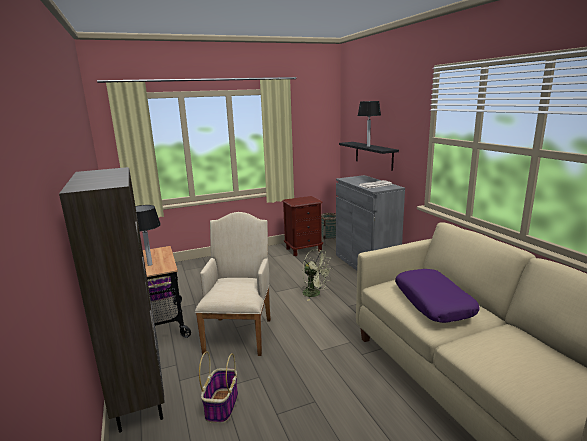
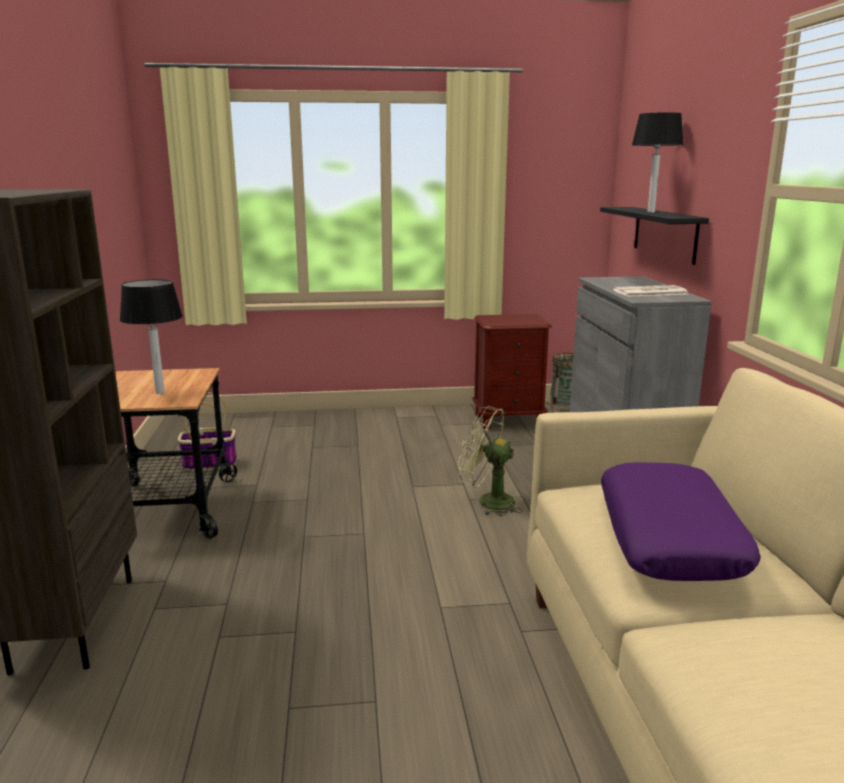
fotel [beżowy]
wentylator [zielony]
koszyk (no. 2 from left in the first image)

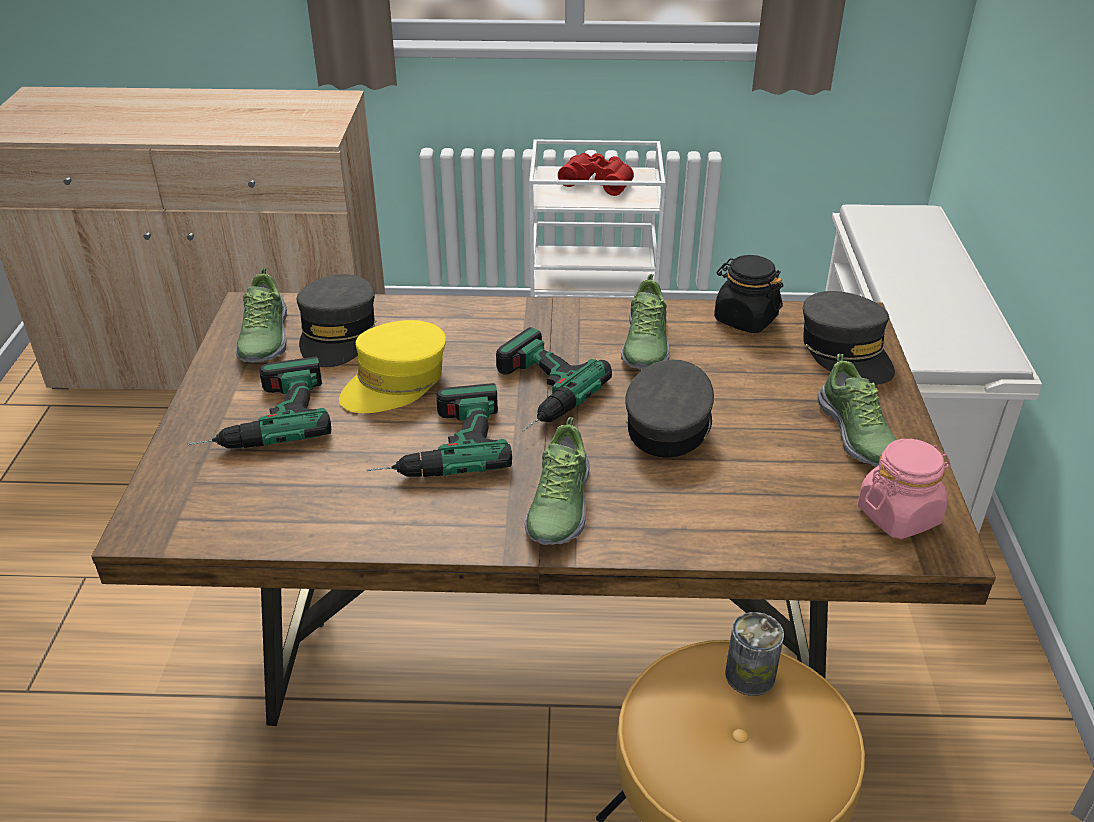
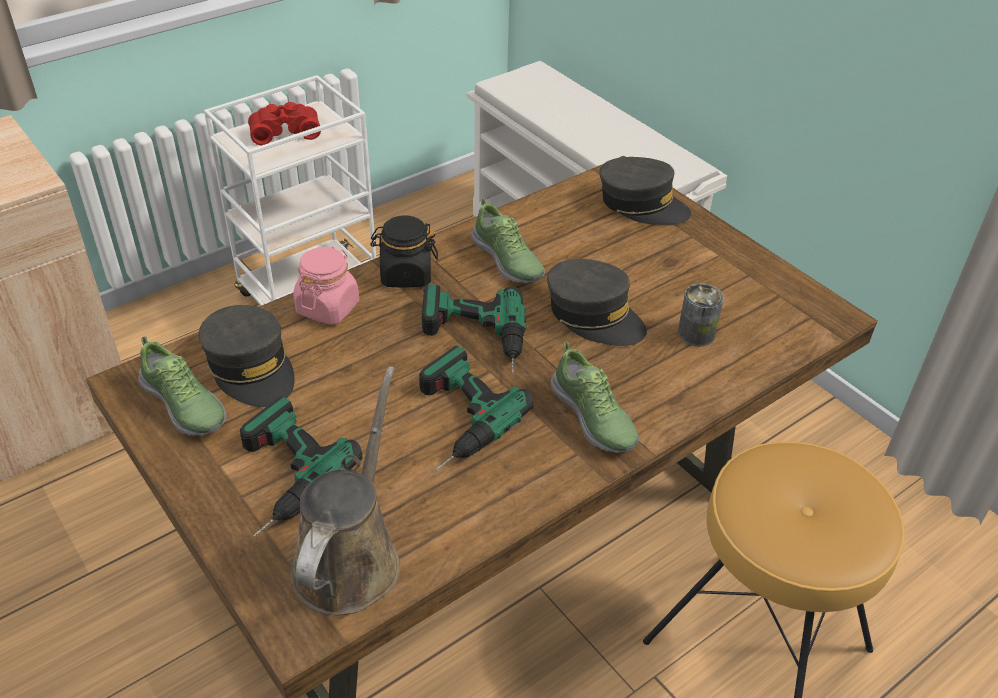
słoik [czarny]
czapka z daszkiem [żółty]
but (no. 4 from left in the first image)
czapka z daszkiem [szary] (no. 2 from left)
słoik [różowy]
puszka
konewka [brązowy]

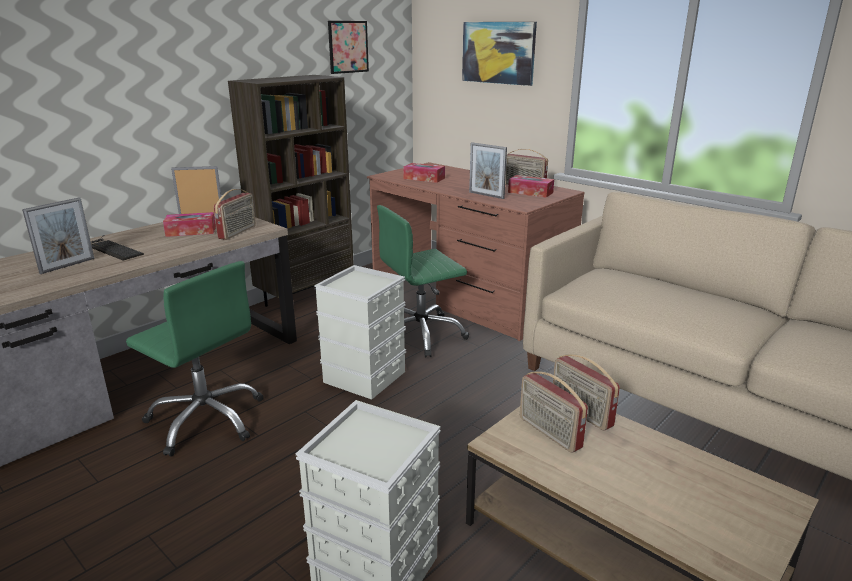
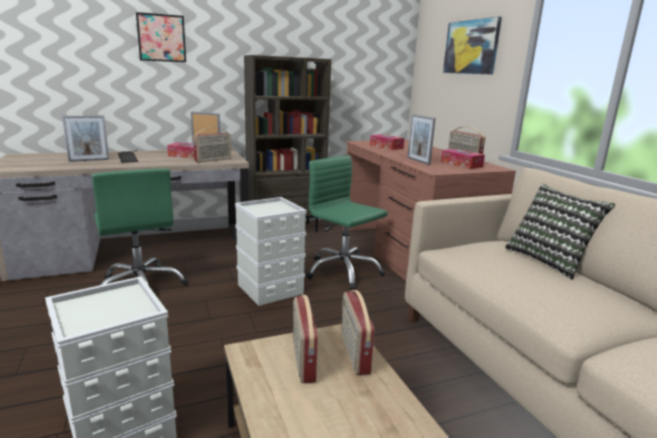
obraz (no. 1 from left)
krzesło biurowe [zielony] (no. 2 from left)
poduszka

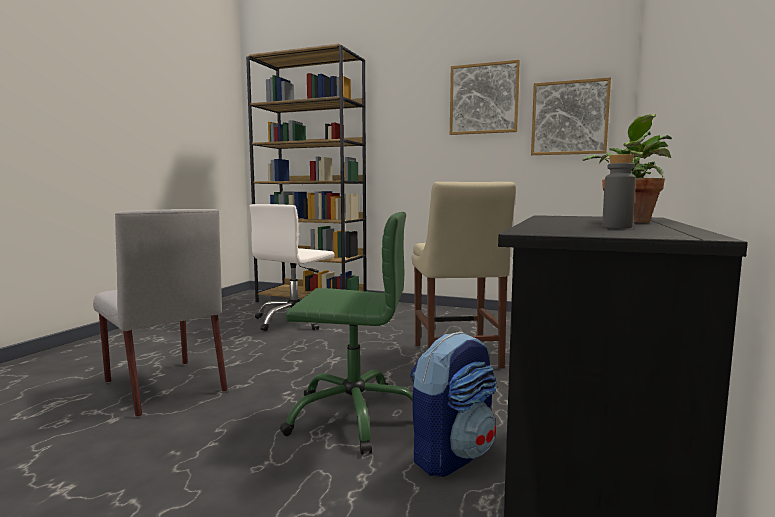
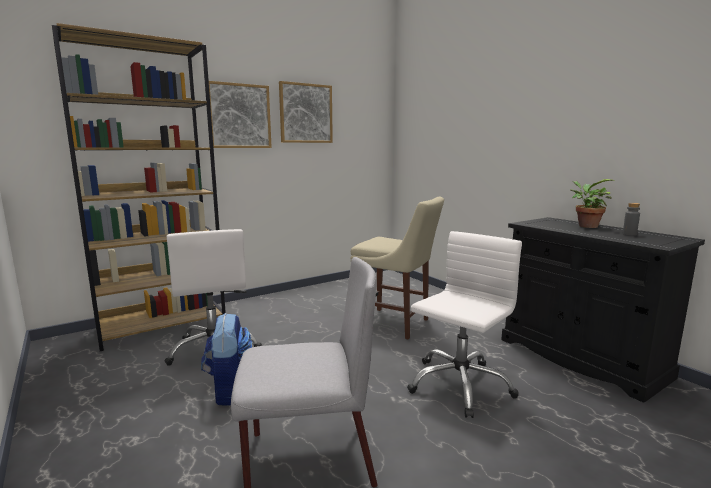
obraz (no. 1 from left)
krzesło biurowe [biały] (no. 2 from left)
plecak

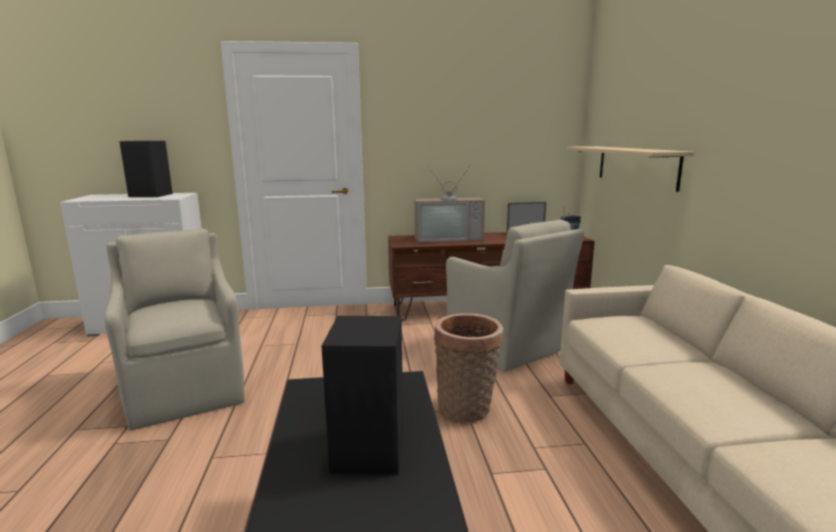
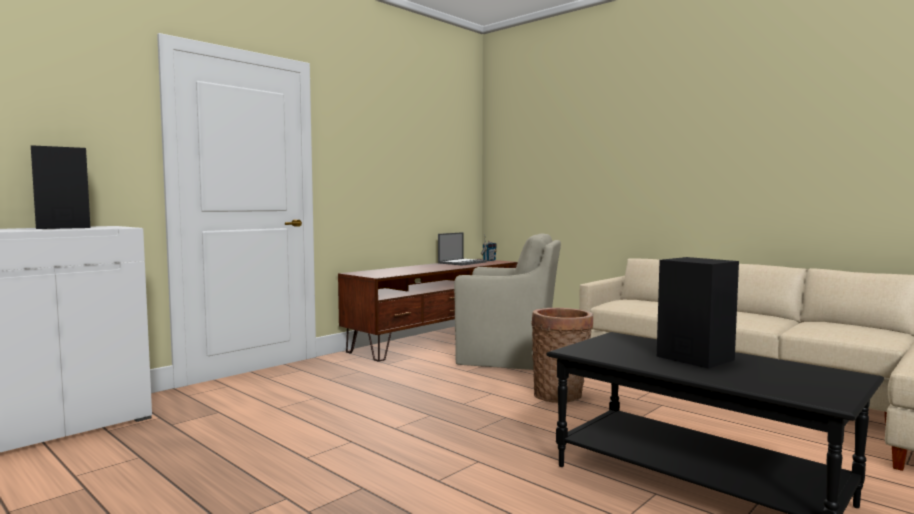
półka [beżowy]
telewizor
fotel [beżowy] (no. 1 from left in the first image)

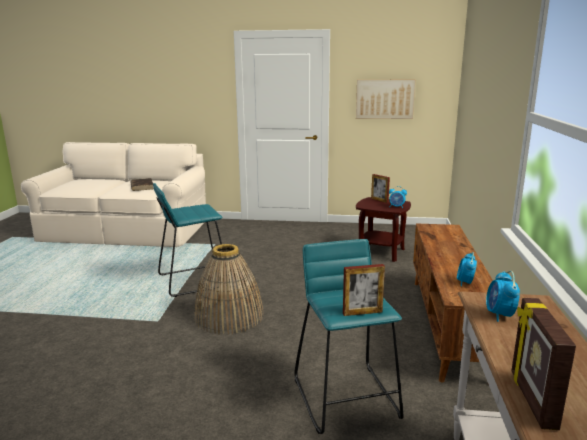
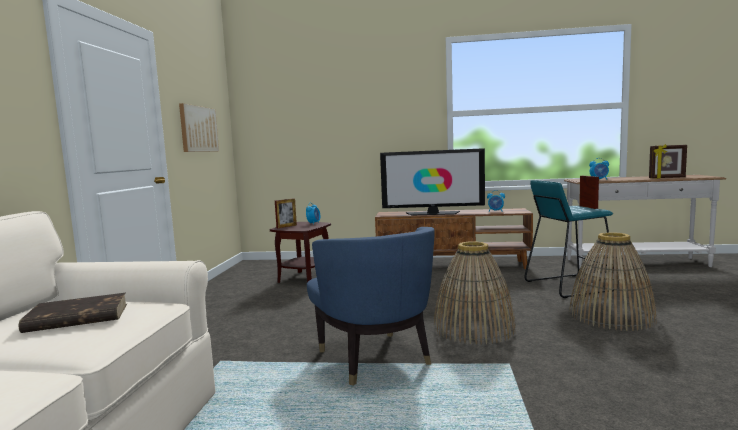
fotel [niebieski]
telewizor
koszyk (no. 2 from left)

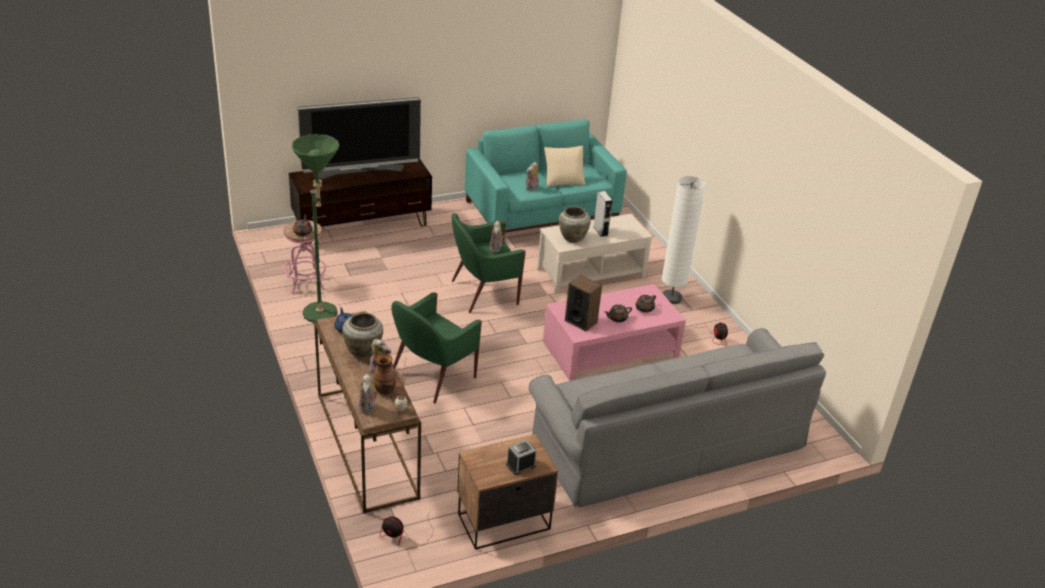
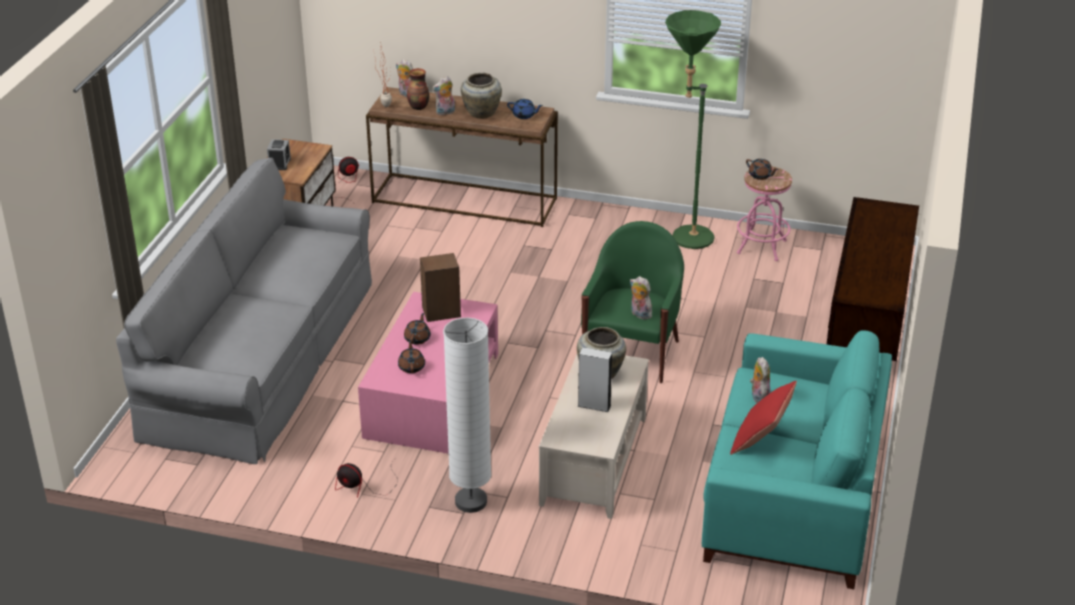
telewizor
poduszka [czerwony]
fotel [zielony] (no. 1 from left in the first image)

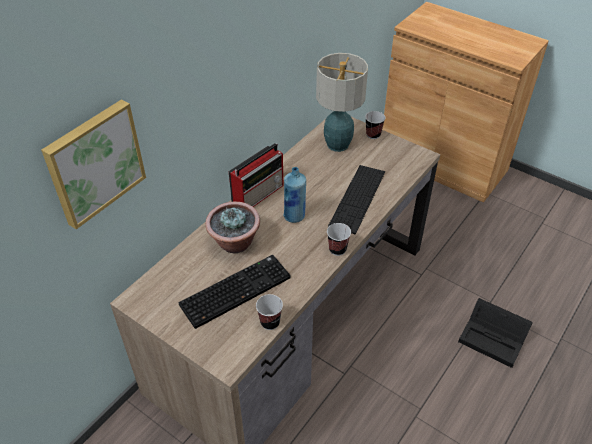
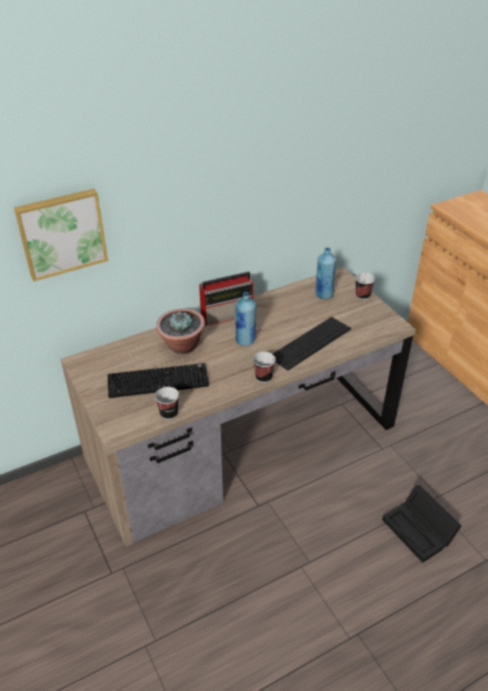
butelka [niebieski] (no. 2 from left)

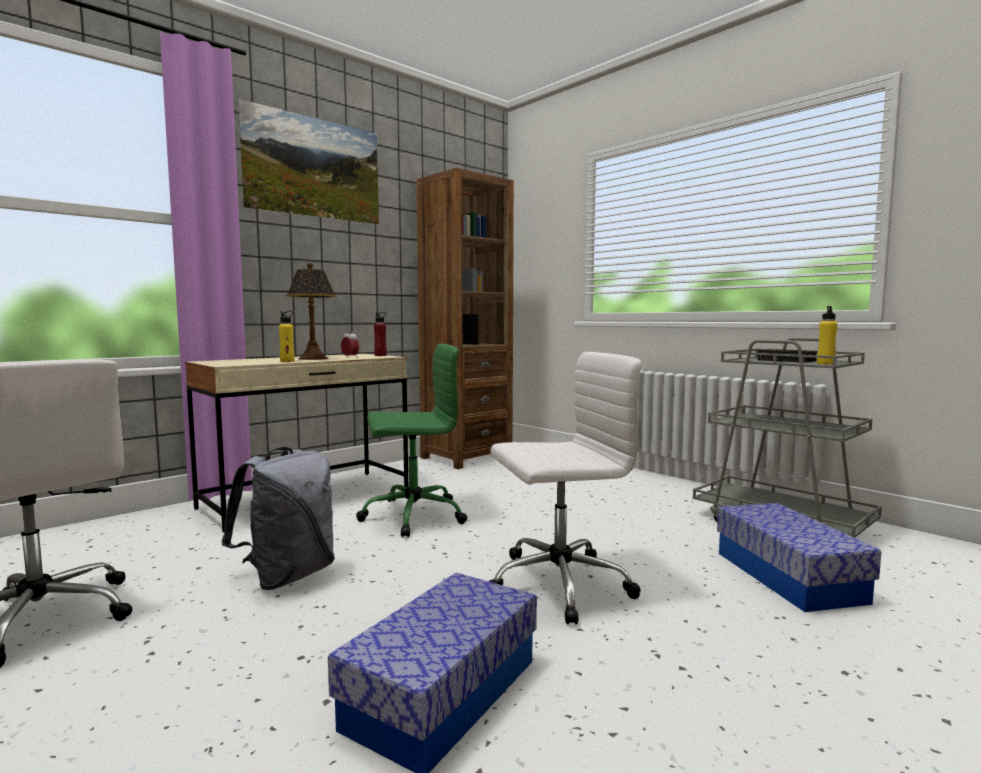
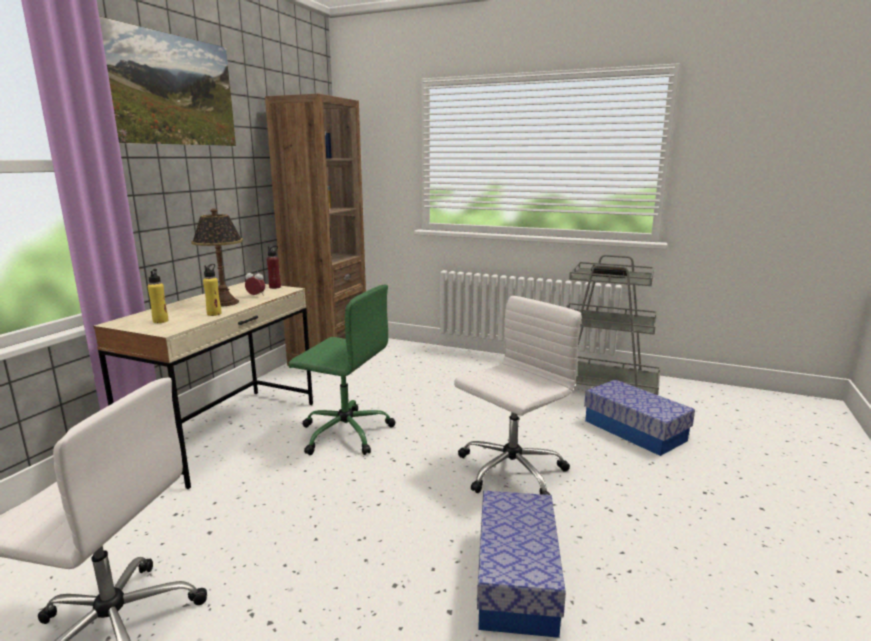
butelka [żółty] (no. 1 from left)
krzesło biurowe [zielony]
plecak [szary]

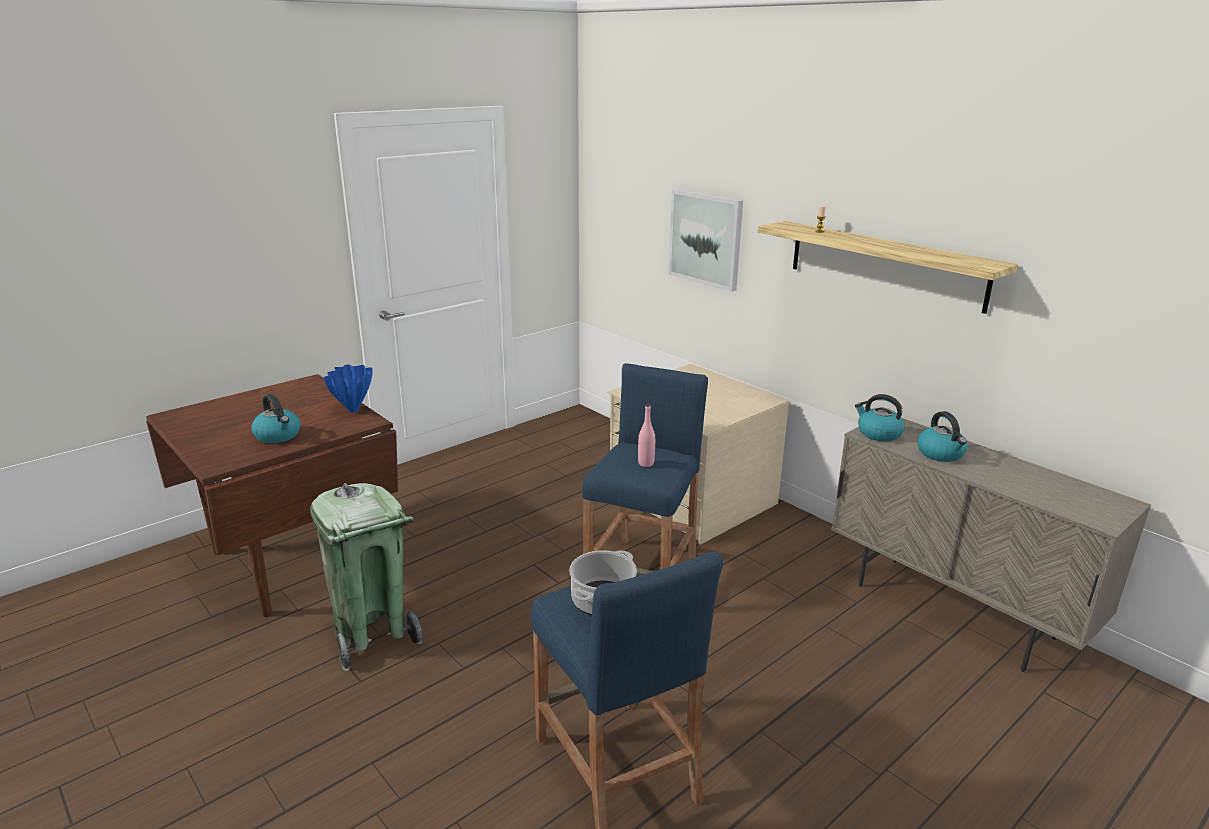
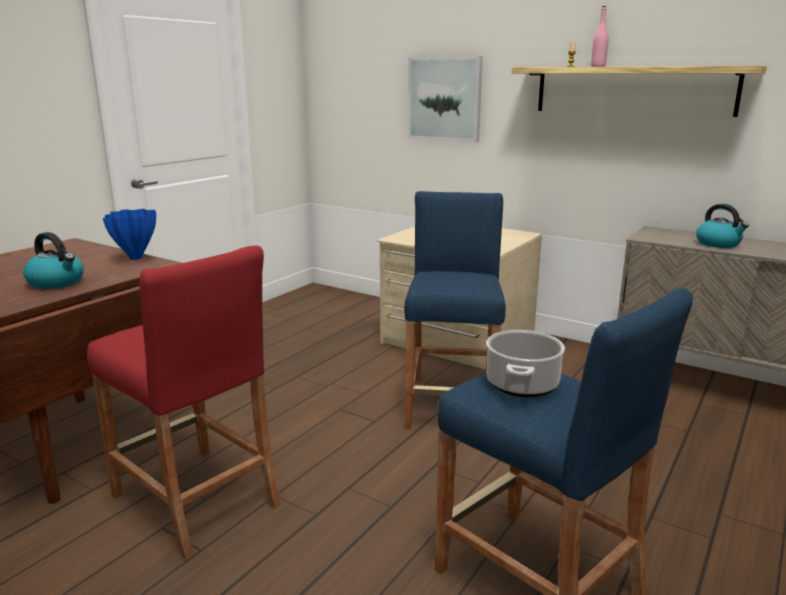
czajnik (no. 2 from left in the first image)
butelka [różowy]
stołek [czerwony]

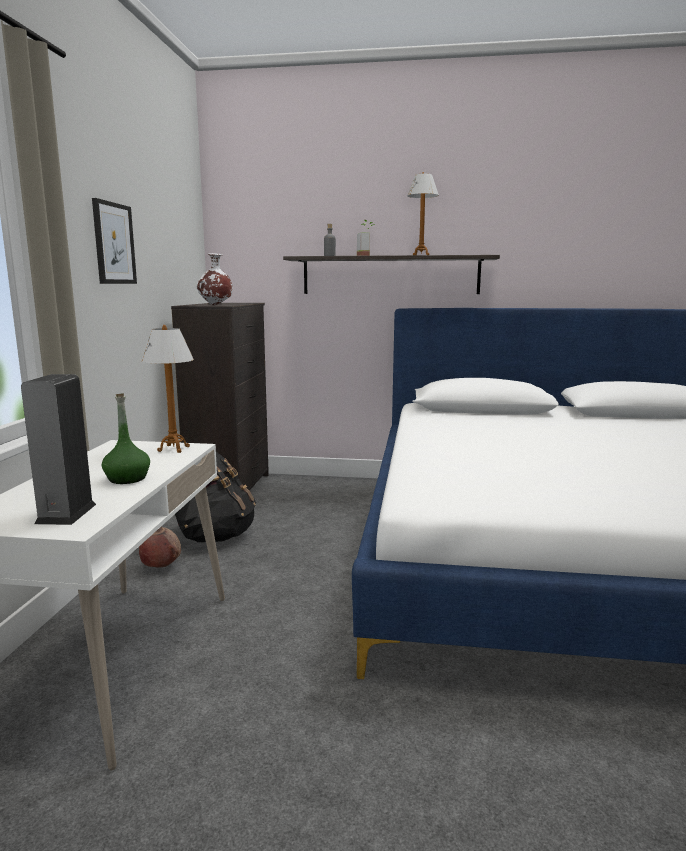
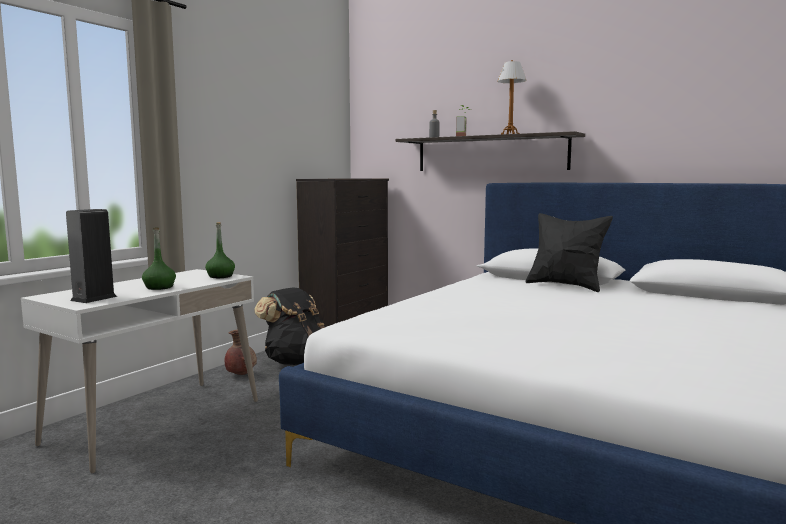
obraz
wazon [biały]
butelka [zielony] (no. 2 from left)
poduszka [czarny]

